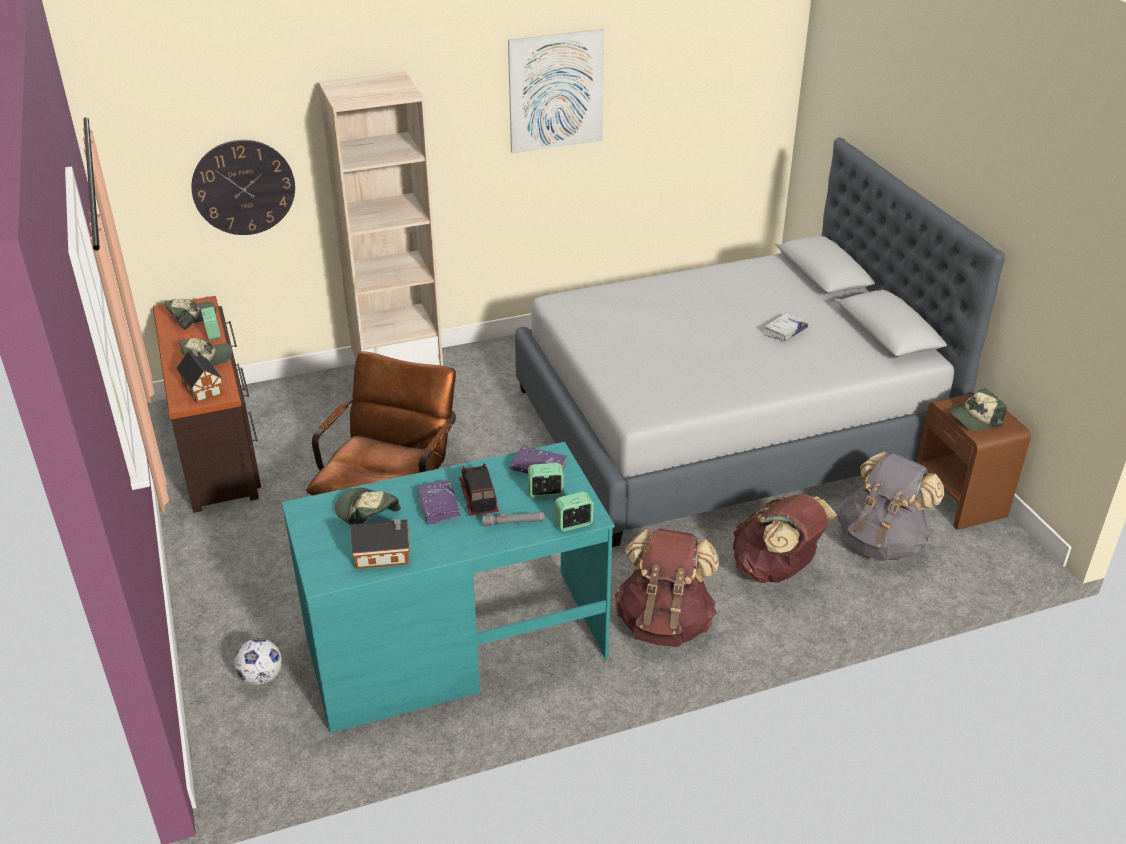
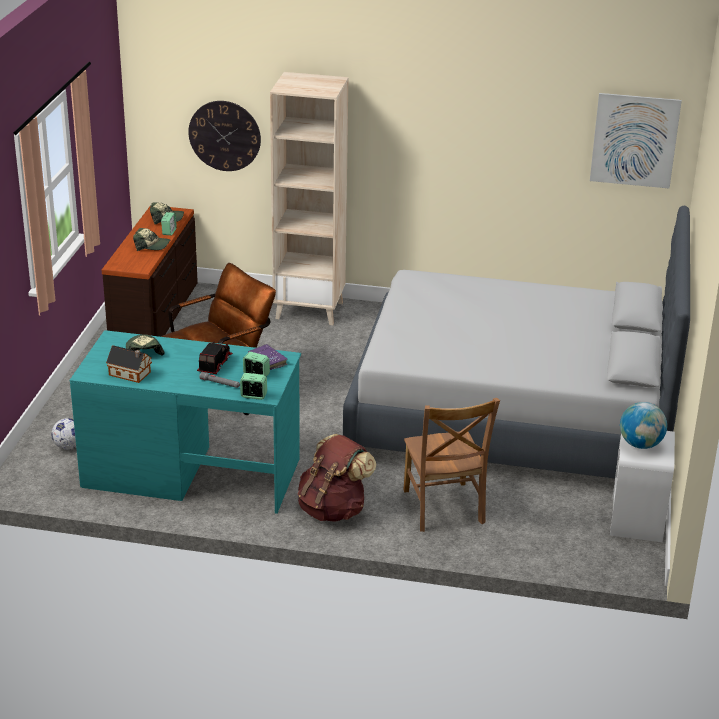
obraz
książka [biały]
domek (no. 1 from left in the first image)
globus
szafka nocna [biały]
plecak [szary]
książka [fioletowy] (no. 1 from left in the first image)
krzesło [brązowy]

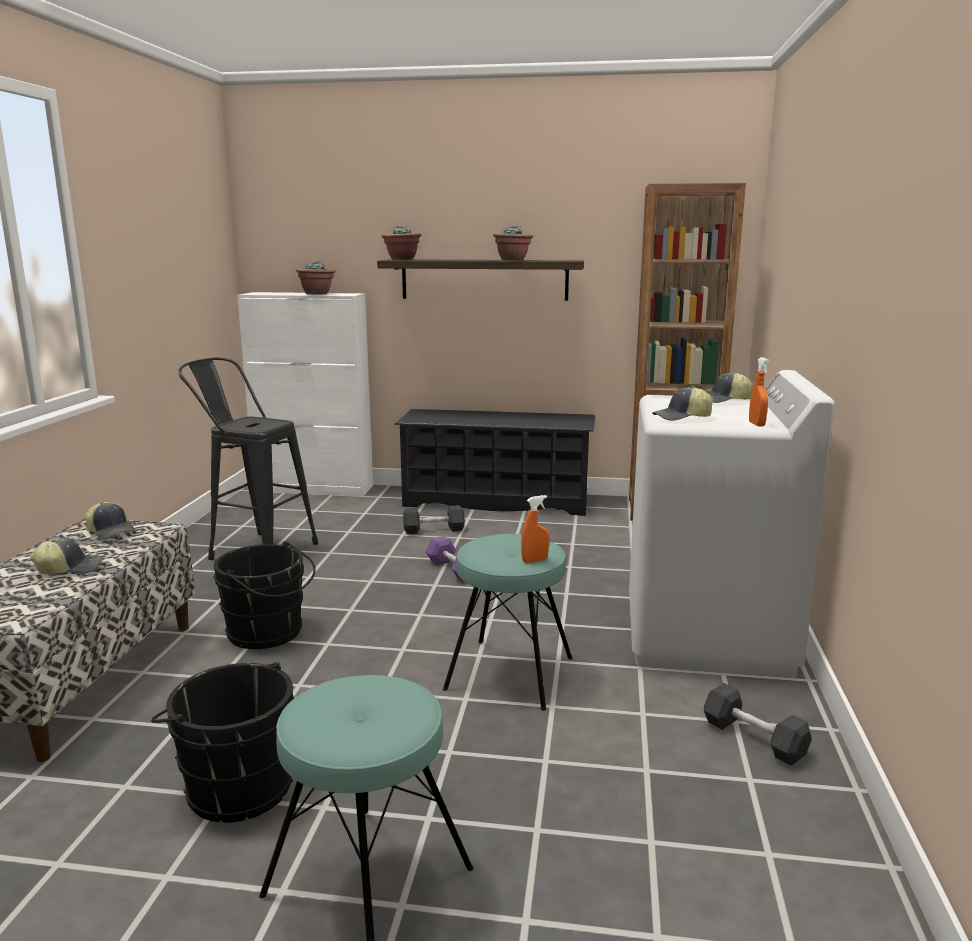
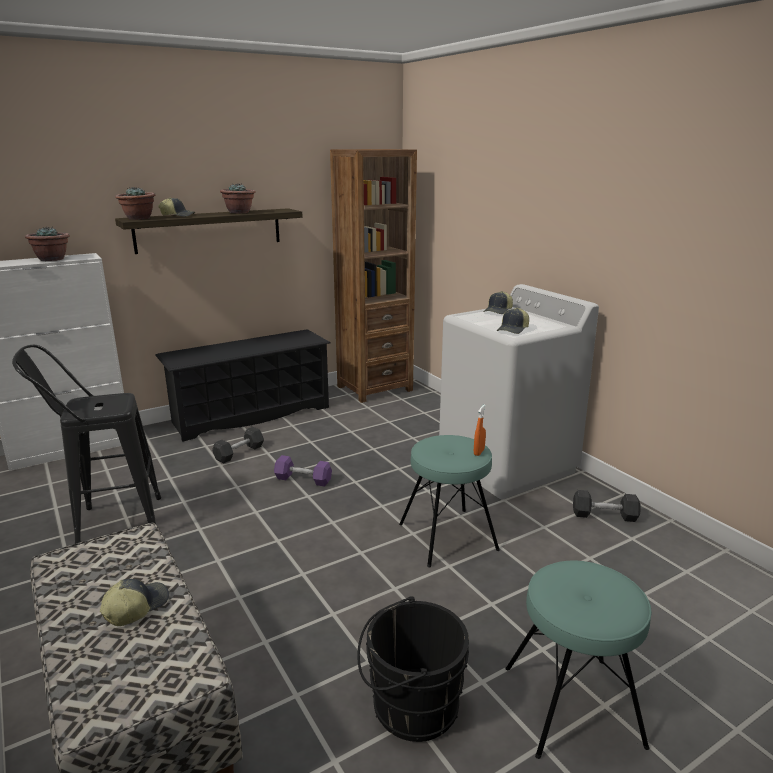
spryskiwacz [pomarańczowy] (no. 2 from left in the first image)
czapka z daszkiem (no. 2 from left)
wiadro [czarny] (no. 2 from left in the first image)

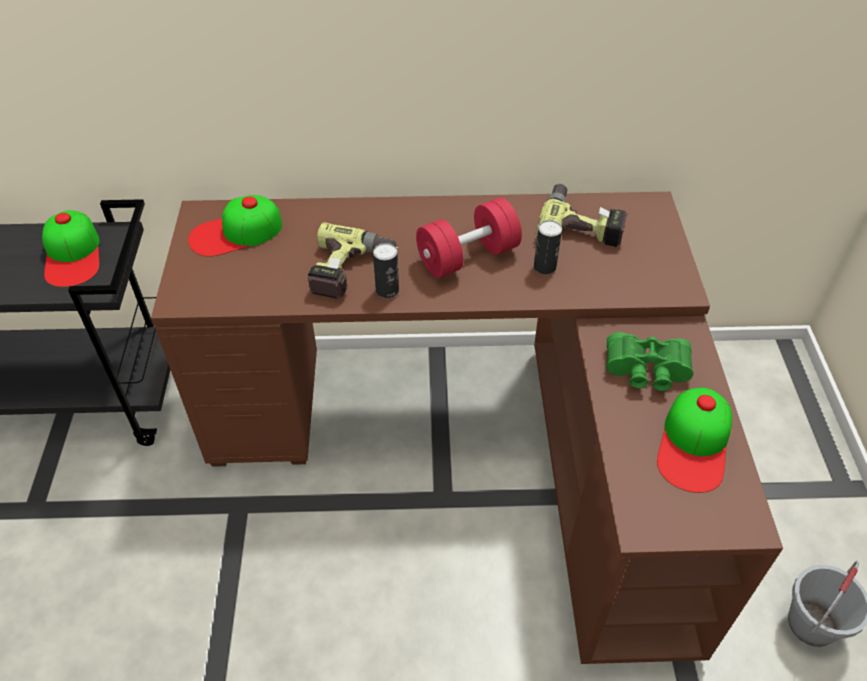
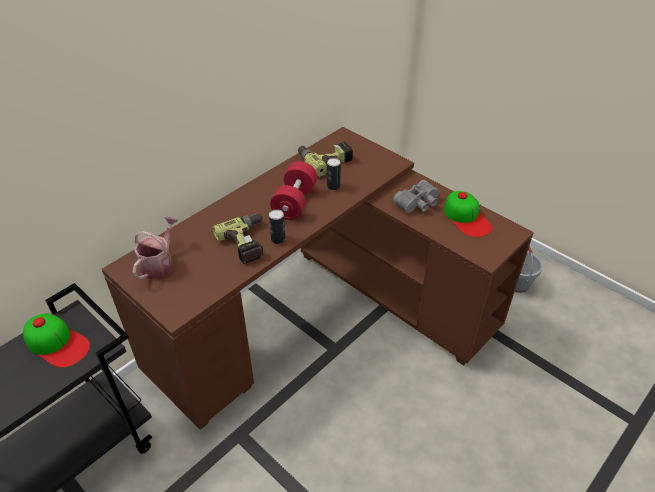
konewka
lornetka [szary]

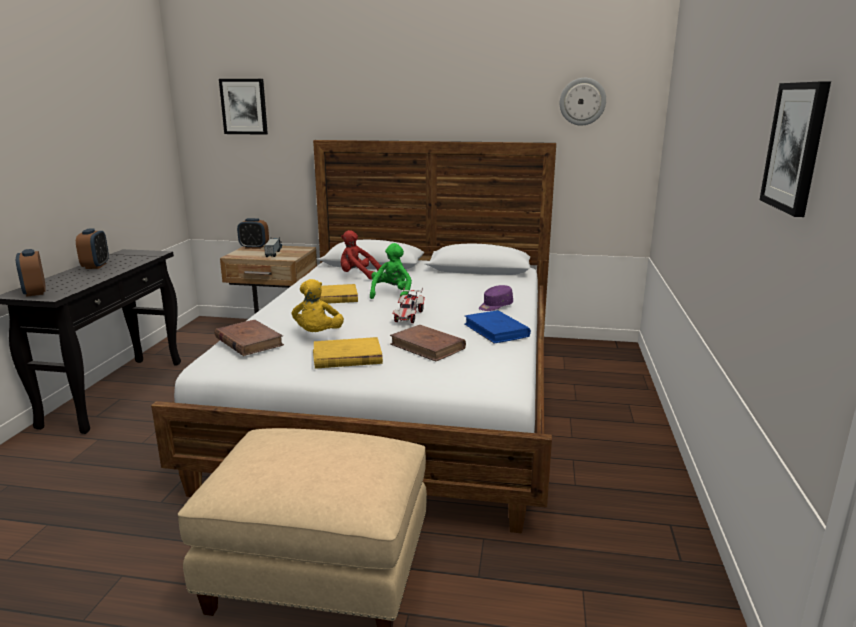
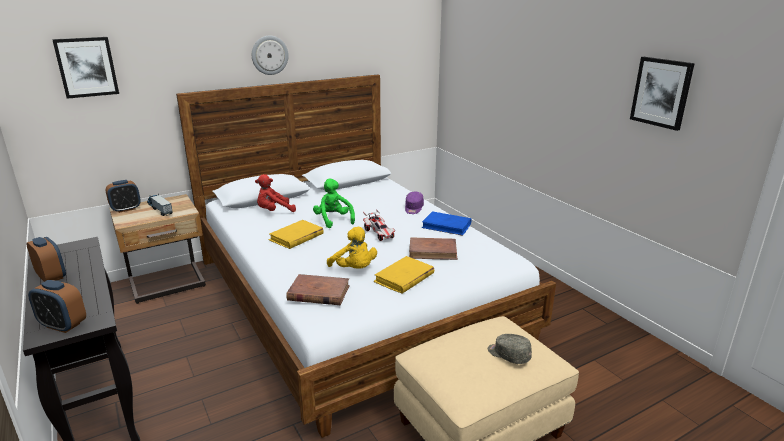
zegar ścienny
czapka z daszkiem [szary]

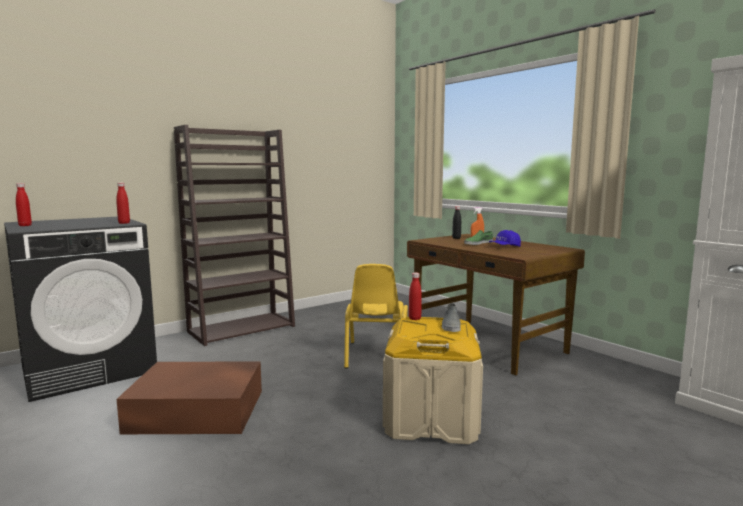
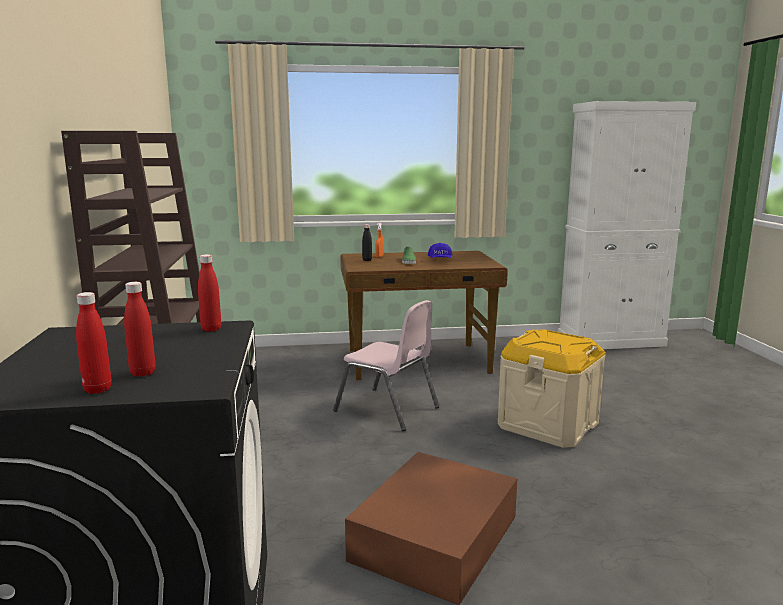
krzesło [różowy]
butelka [czerwony] (no. 2 from left)
but [szary]

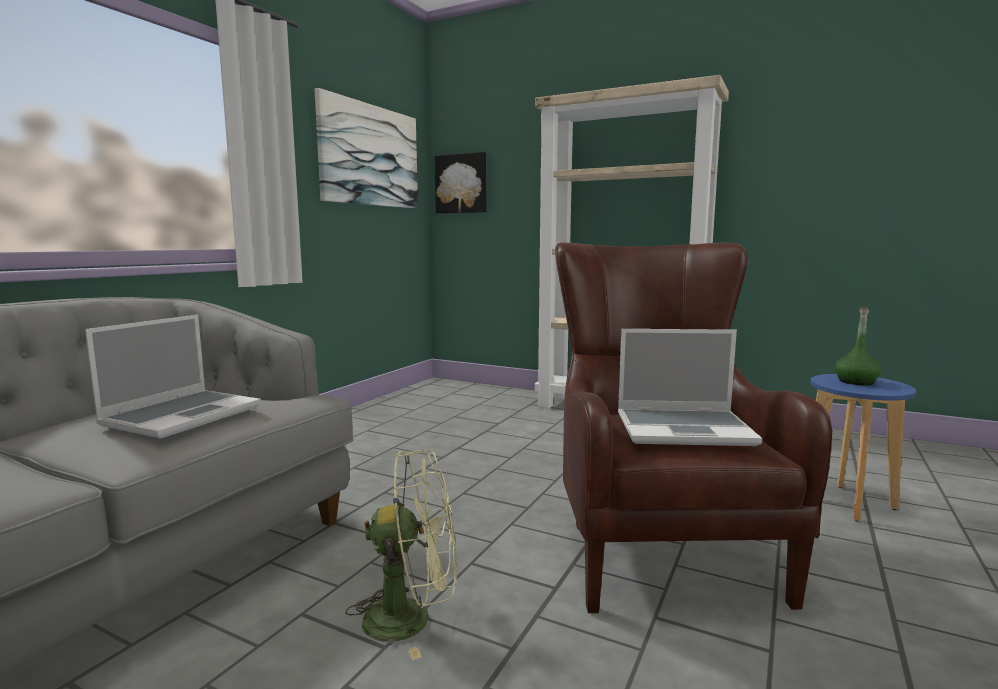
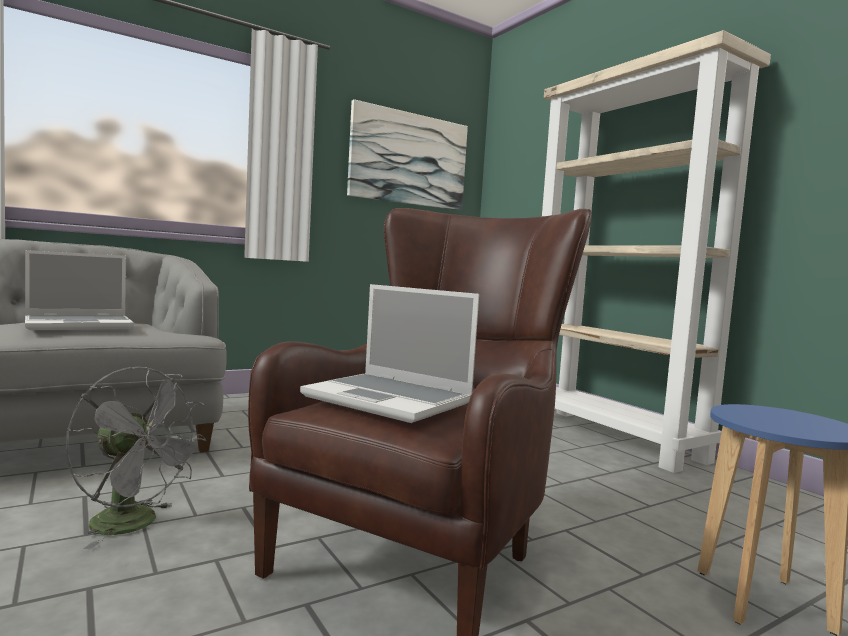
obraz (no. 2 from left in the first image)
butelka [zielony]
wentylator [szary]

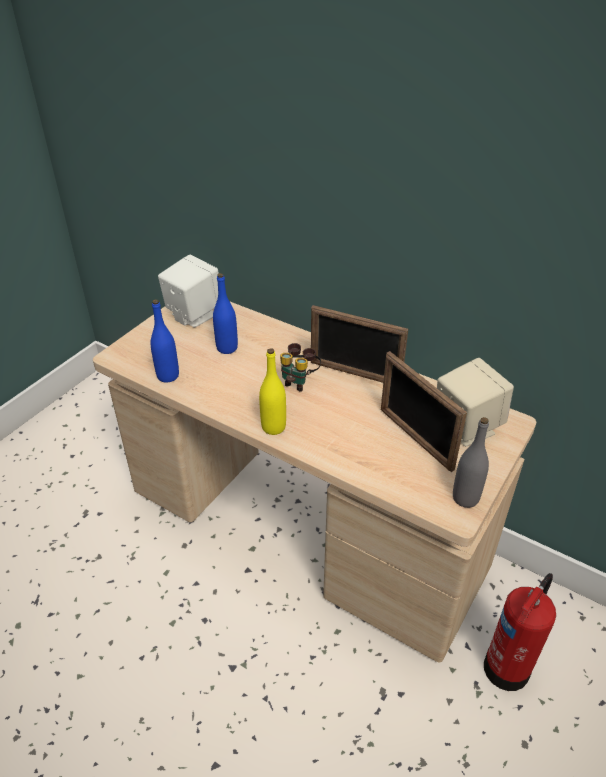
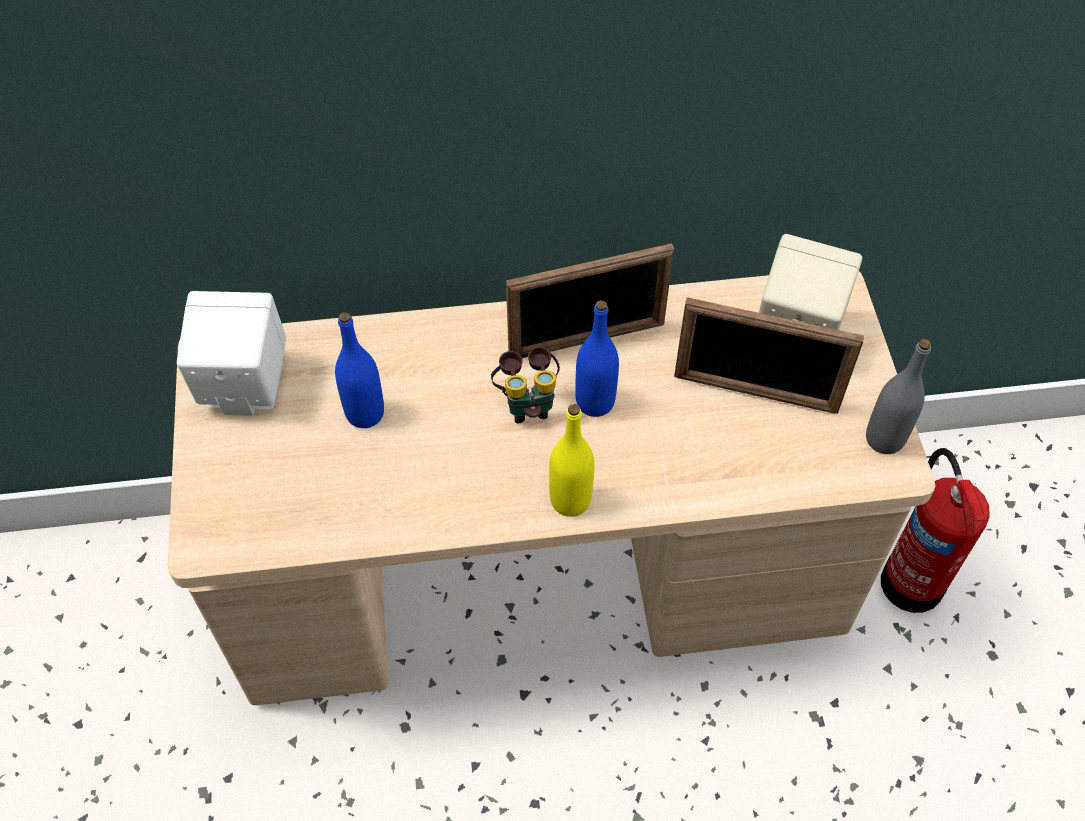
butelka [niebieski] (no. 2 from left)

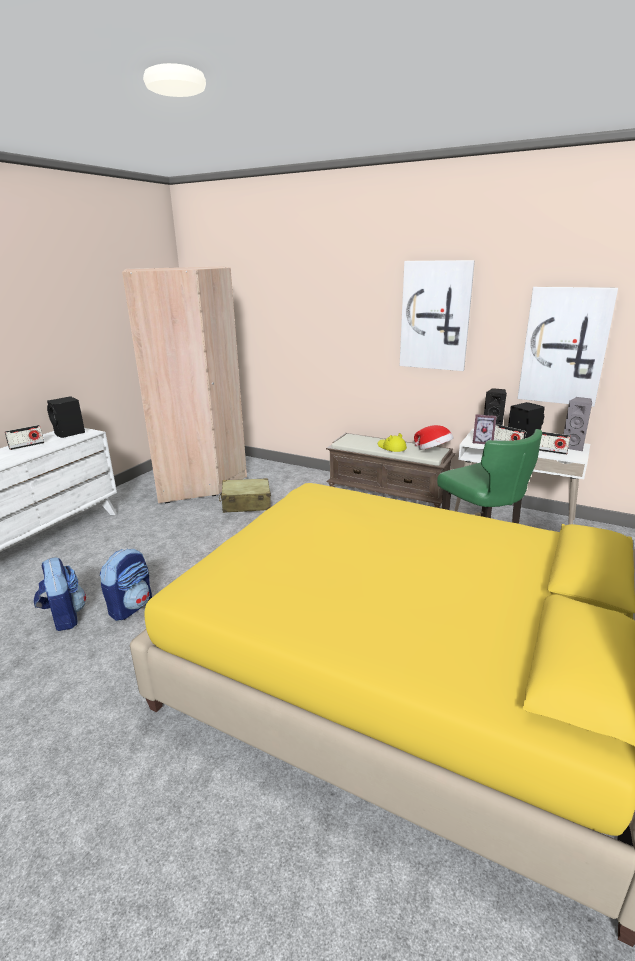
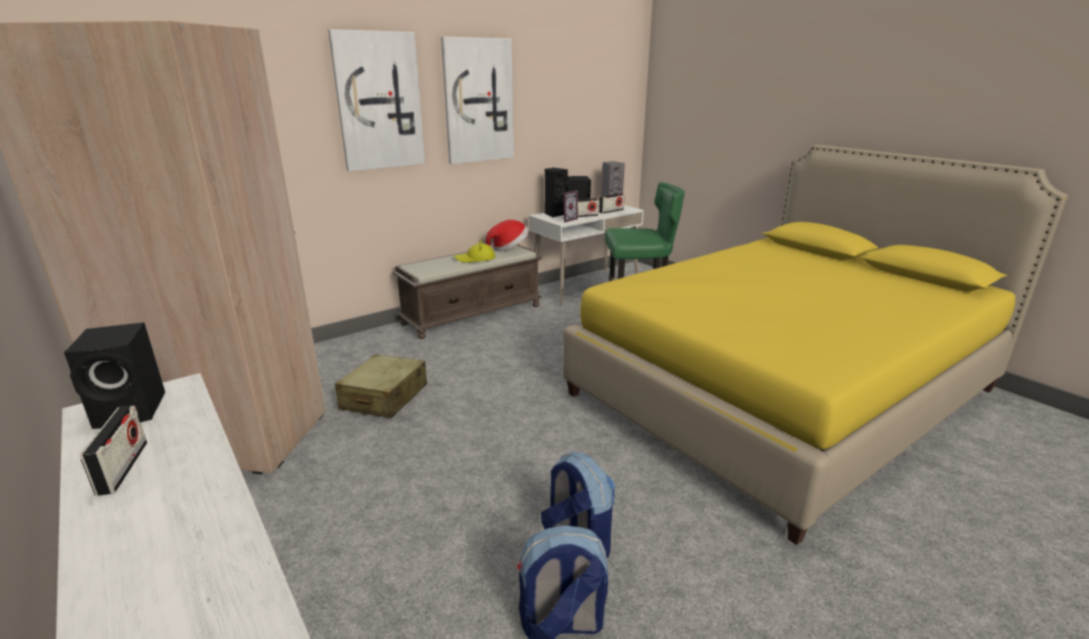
obraz (no. 1 from left)

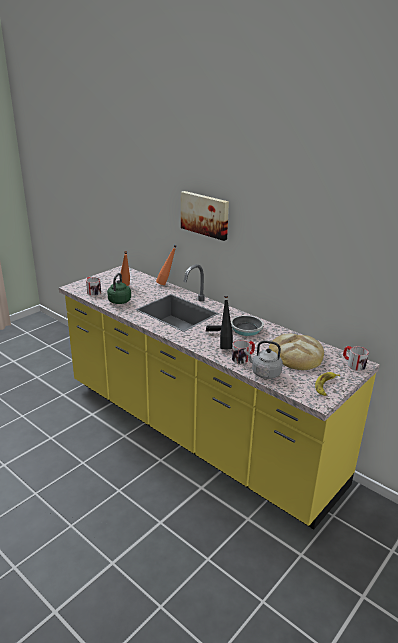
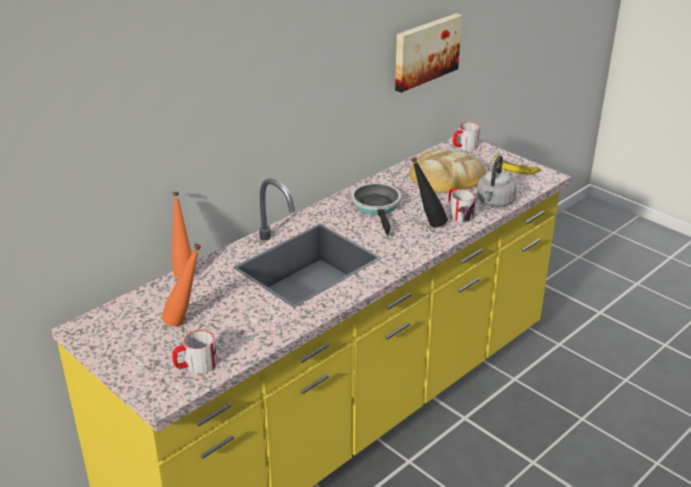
obraz
czajnik [zielony]

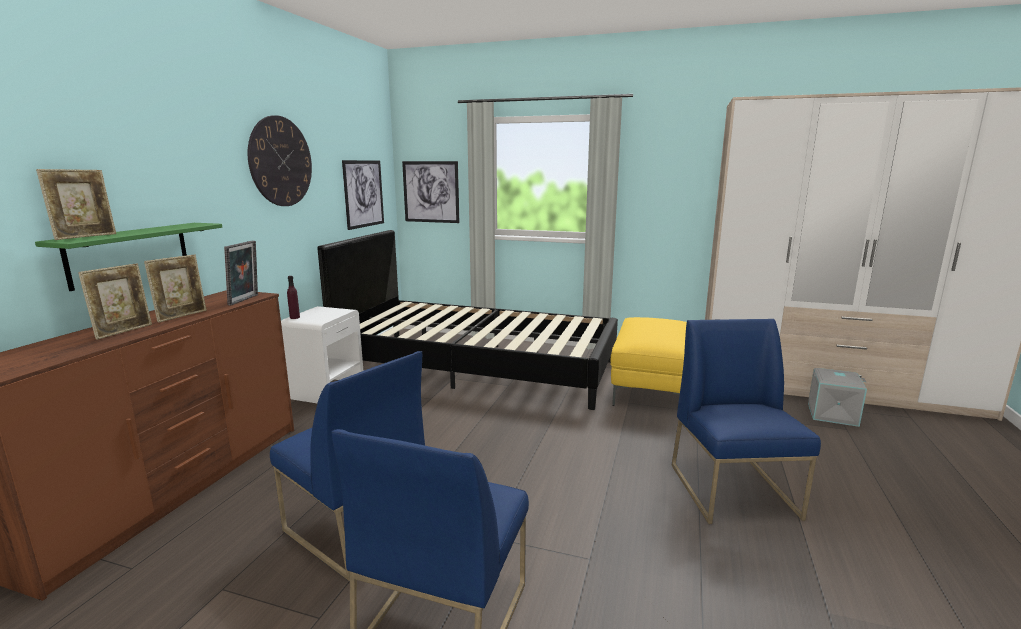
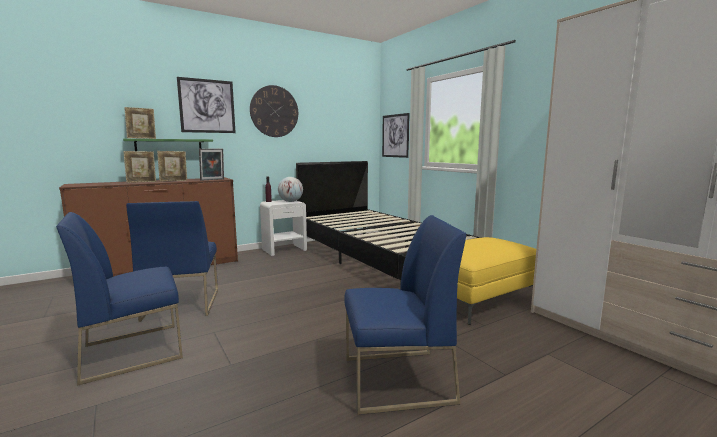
obraz (no. 1 from left)
krzesło [niebieski] (no. 3 from left)
pojemnik do przechowywania [szary]
globus

